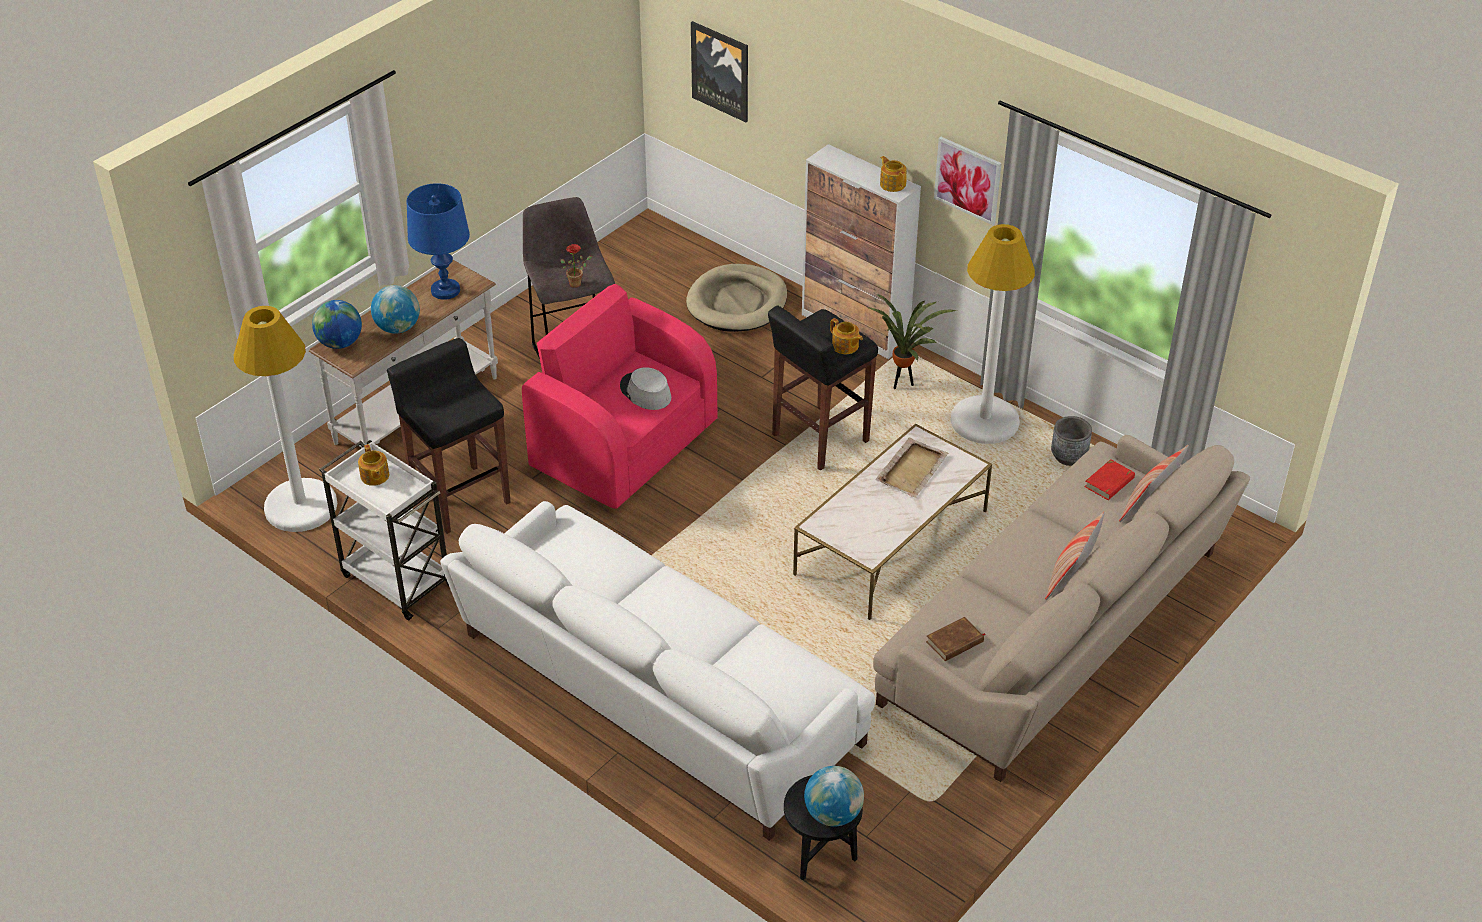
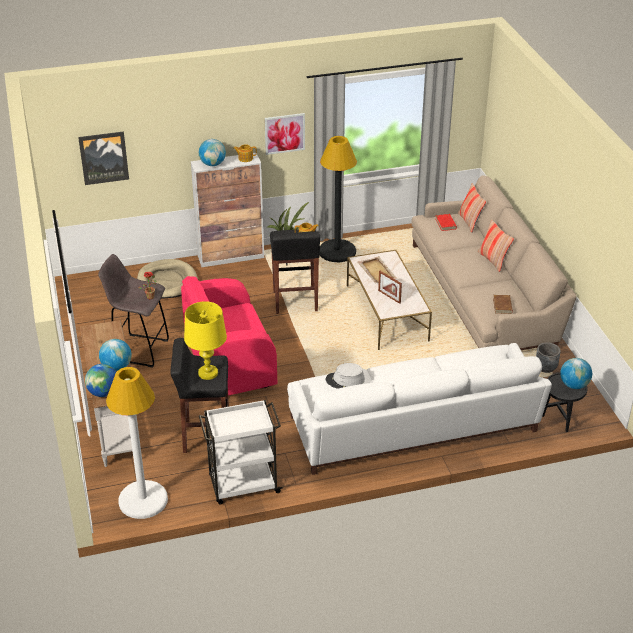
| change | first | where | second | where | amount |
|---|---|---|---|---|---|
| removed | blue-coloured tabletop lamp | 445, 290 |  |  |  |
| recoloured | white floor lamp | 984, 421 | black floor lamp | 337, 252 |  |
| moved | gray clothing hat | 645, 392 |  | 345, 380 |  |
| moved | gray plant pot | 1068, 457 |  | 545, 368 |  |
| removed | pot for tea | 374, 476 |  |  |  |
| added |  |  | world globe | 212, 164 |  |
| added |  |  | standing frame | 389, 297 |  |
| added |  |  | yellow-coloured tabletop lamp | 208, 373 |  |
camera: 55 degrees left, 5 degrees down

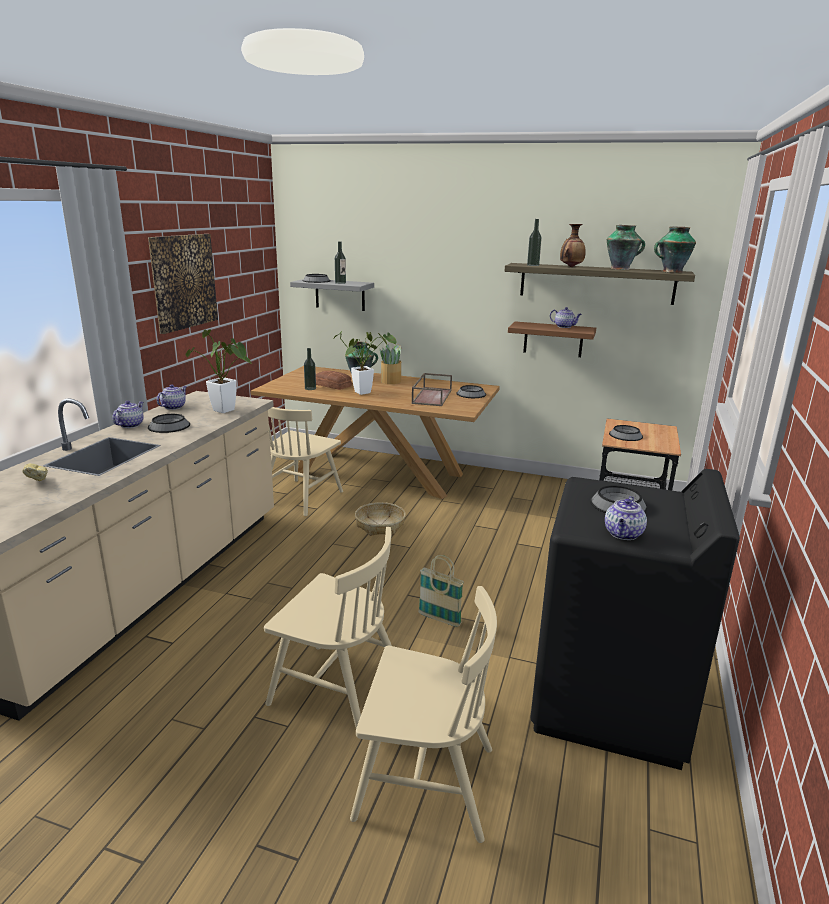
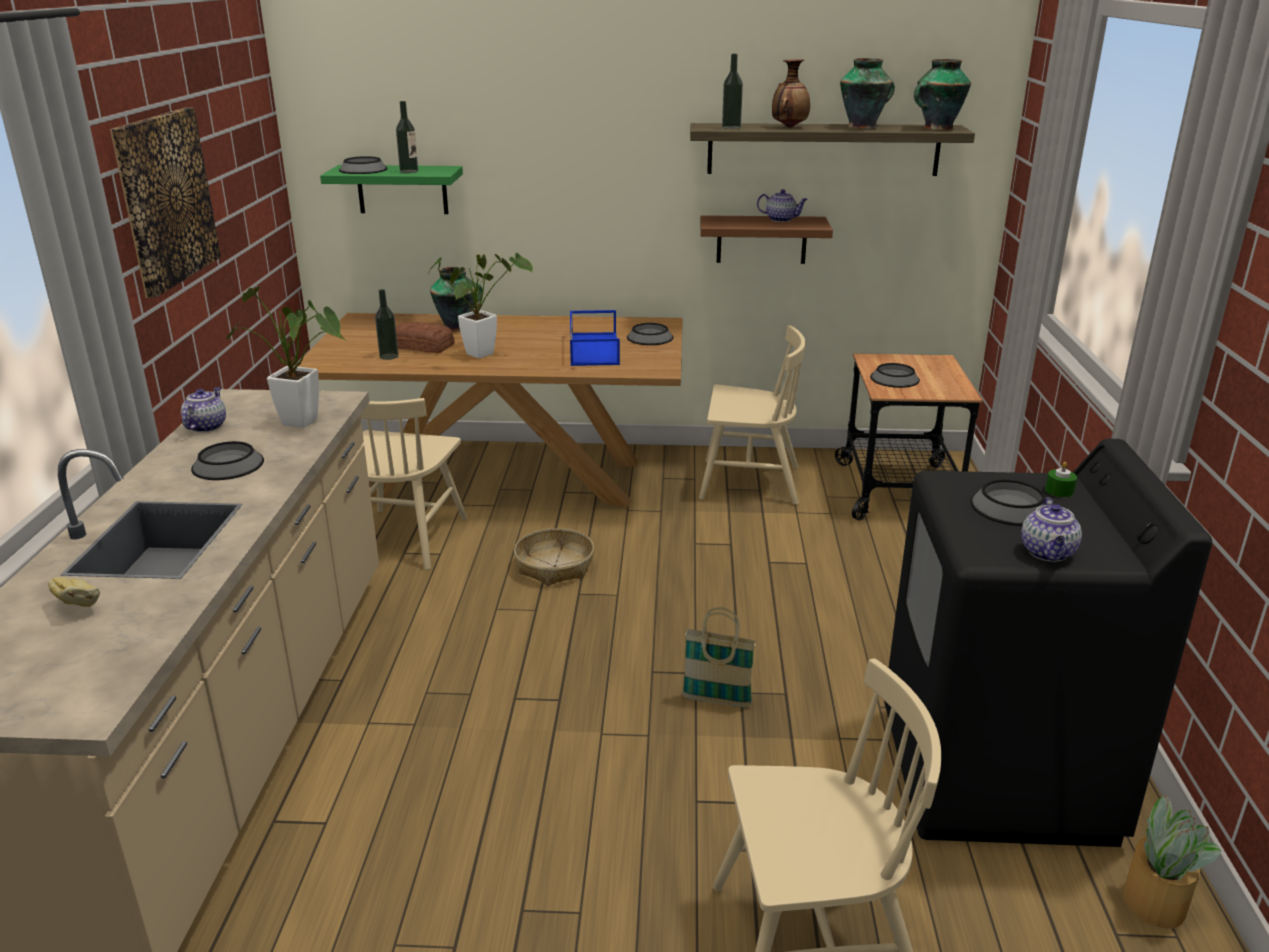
| change | first | where | second | where | amount |
|---|---|---|---|---|---|
| recoloured | gray shelf | 340, 294 | greenish shelf | 402, 189 |  |
| moved | houseplant | 391, 381 |  | 1154, 901 |  |
| recoloured | brown tray | 431, 396 | blue-coloured tray | 593, 349 |  |
| removed | pot for tea | 130, 425 |  |  |  |
| moved | beige plain chair | 336, 689 |  | 749, 482 |  |
| added |  |  | greenish wax light | 1059, 491 |  |
camera: 15 degrees left, 5 degrees up

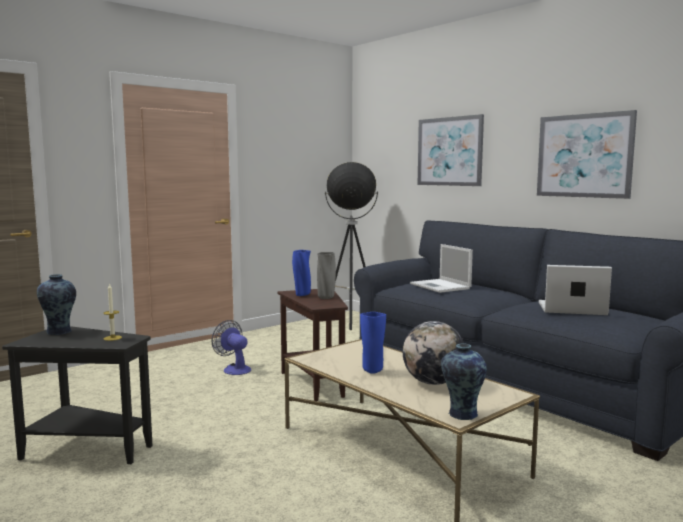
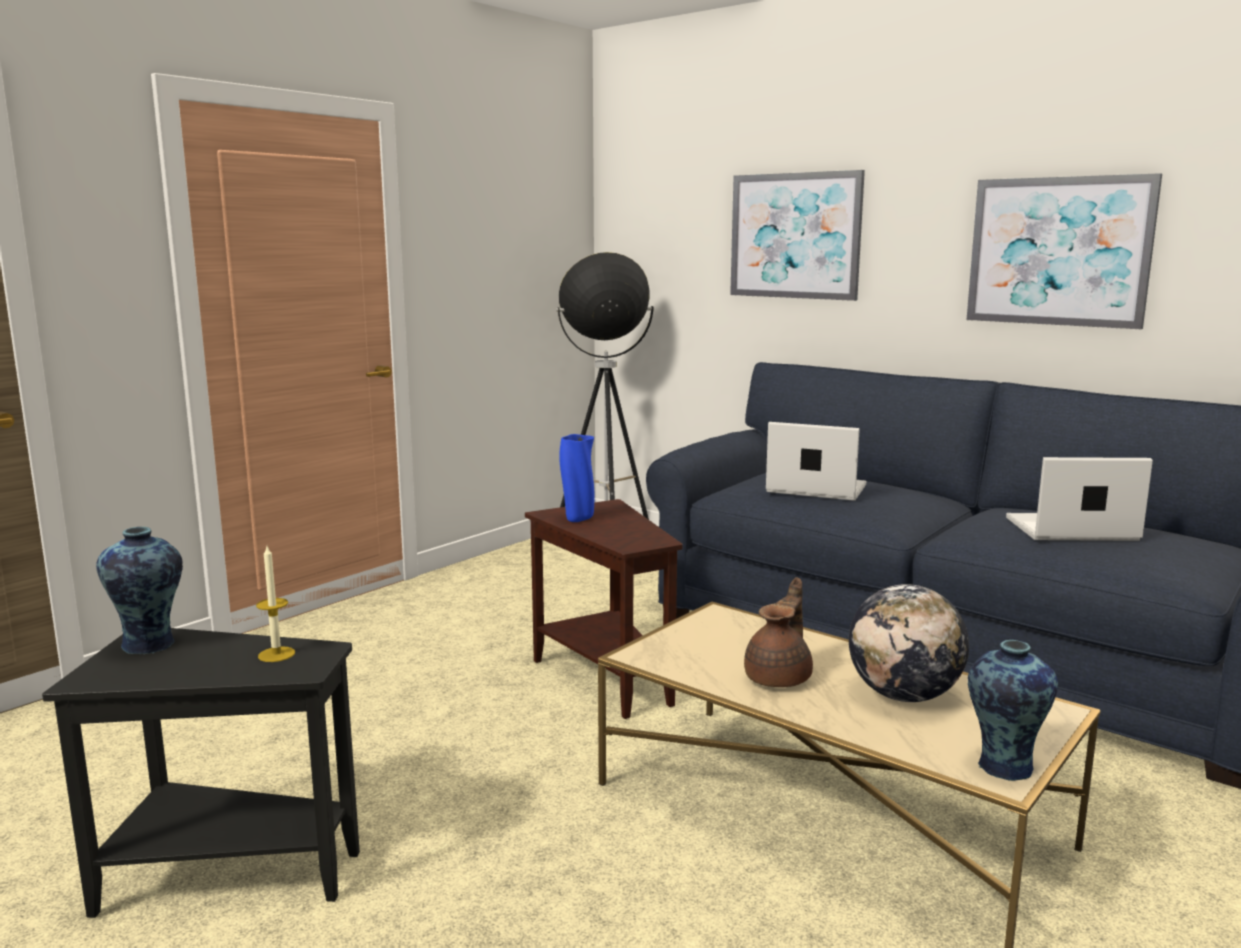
| change | first | where | second | where | amount |
|---|---|---|---|---|---|
| turned | notebook computer | 441, 286 |  | 814, 488 | 150 degrees clockwise |
| removed | gray vase | 326, 298 |  |  |  |
| replaced | blue-coloured vase | 372, 371 | brown pot for tea | 780, 678 |  |
| removed | electric fan | 234, 369 |  |  |  |
camera: 10 degrees left, 5 degrees up

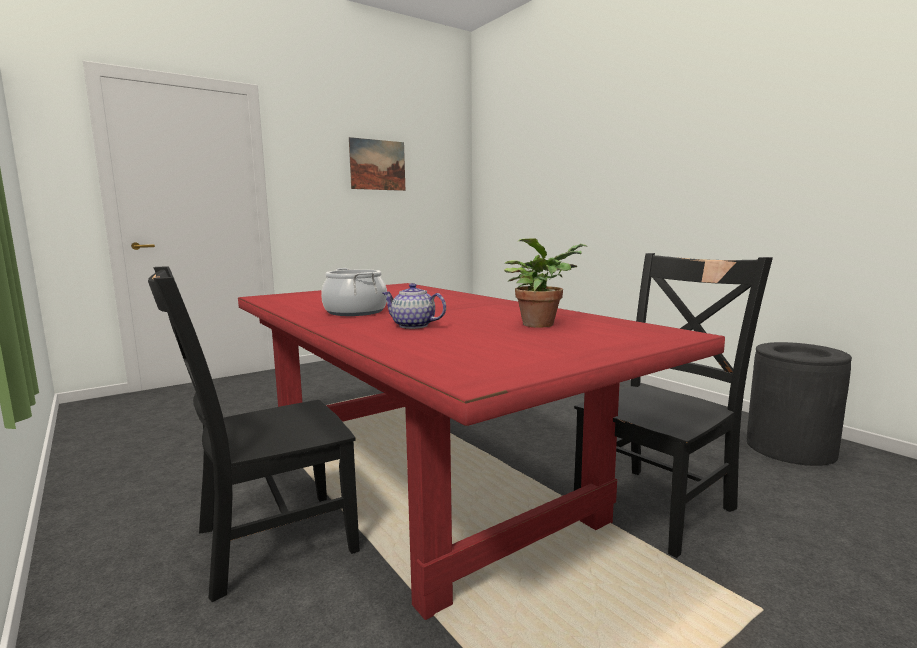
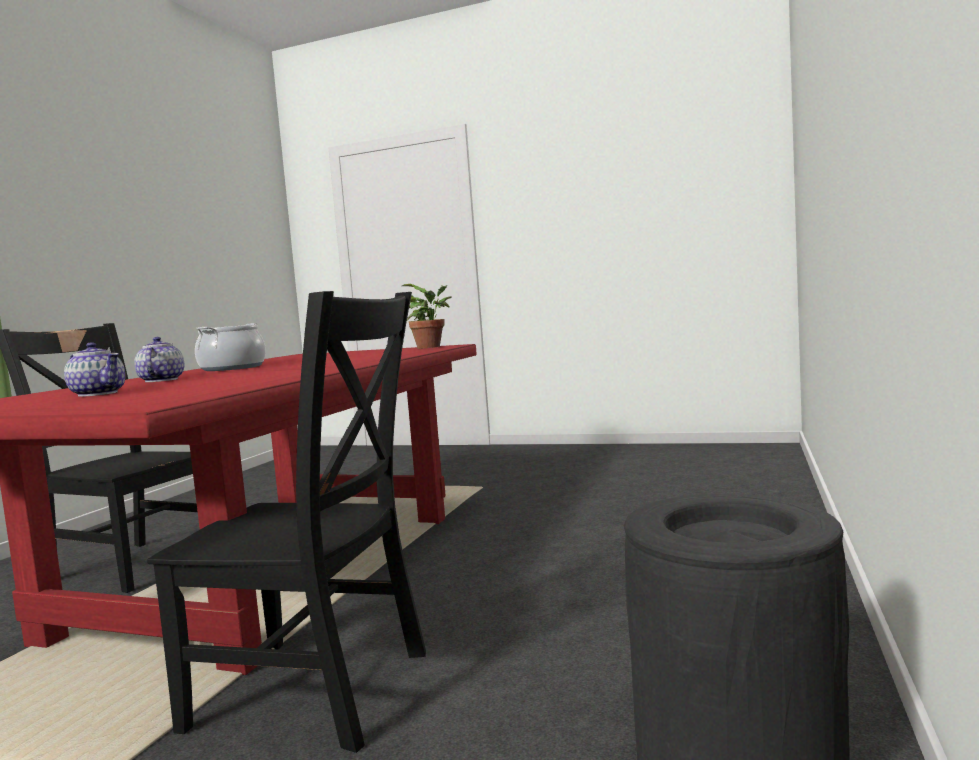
| change | first | where | second | where | amount |
|---|---|---|---|---|---|
| removed | wall art | 377, 165 |  |  |  |
| moved | houseplant | 541, 324 |  | 431, 347 |  |
| added |  |  | pot for tea | 98, 394 |  |
camera: 55 degrees right, 5 degrees down

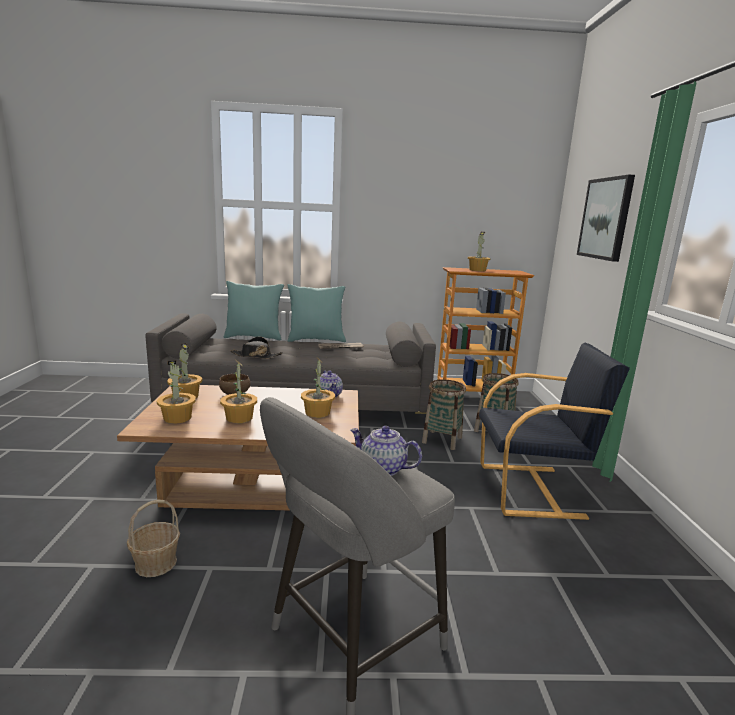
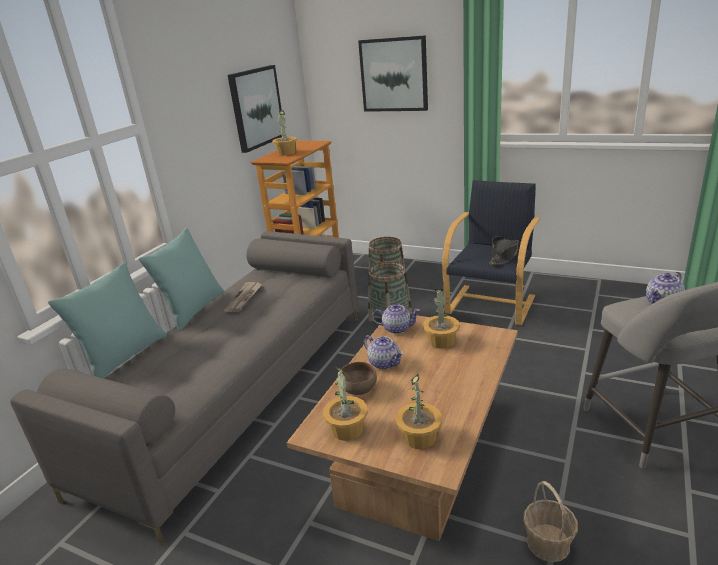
| change | first | where | second | where | amount |
|---|---|---|---|---|---|
| moved | black clothing hat | 256, 356 |  | 504, 256 |  |
| removed | houseplant | 239, 418 |  |  |  |
| added |  |  | wall art | 256, 107 |  |
| added |  |  | pot for tea | 385, 363 |  |
camera: 60 degrees left, 10 degrees up

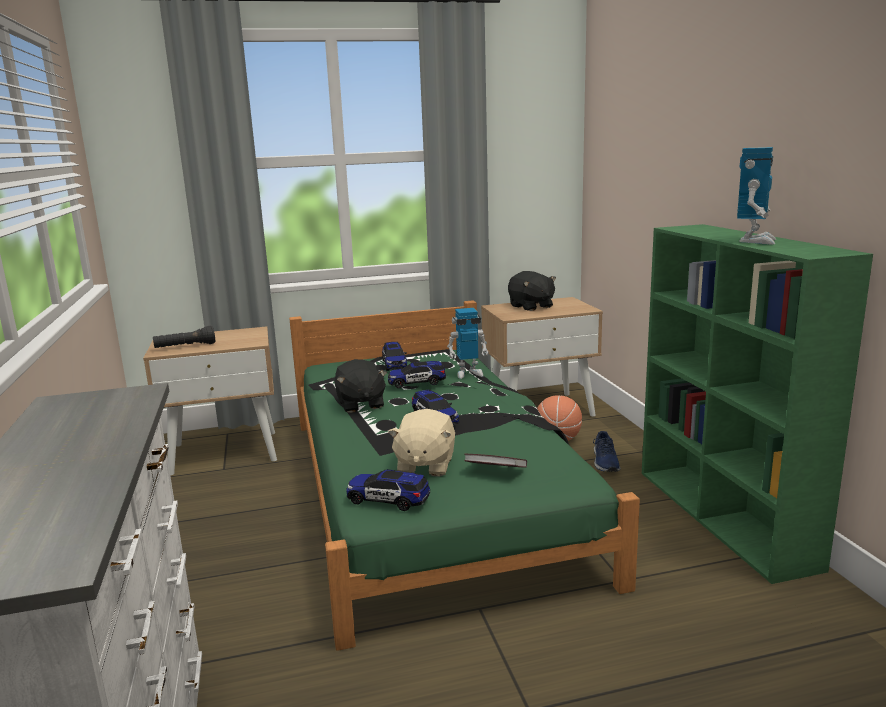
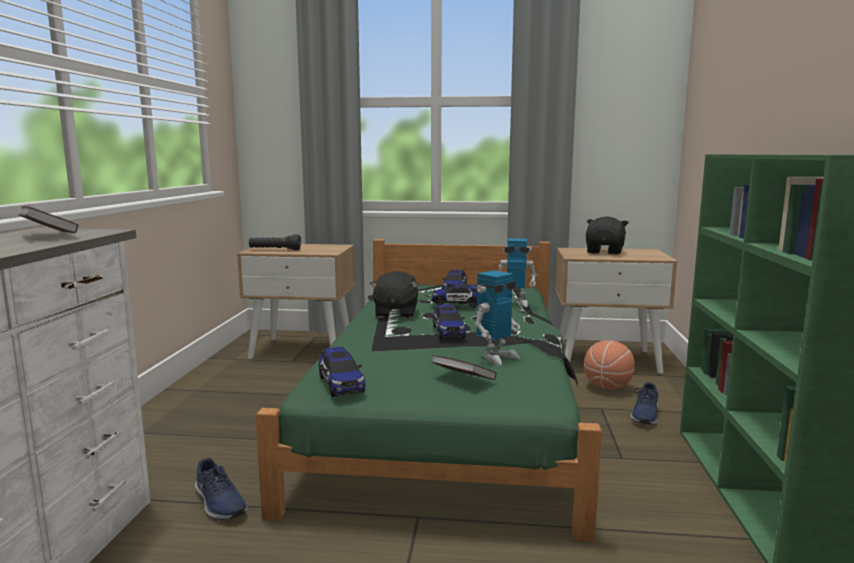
| change | first | where | second | where | amount |
|---|---|---|---|---|---|
| moved | robot figure | 754, 241 |  | 496, 357 |  |
| turned | black plush toy | 531, 306 |  | 605, 252 | 150 degrees counterclockwise |
| removed | beige plush toy | 424, 465 |  |  |  |
| turned | miniature car | 388, 500 |  | 341, 384 | 150 degrees counterclockwise |
| added |  |  | book | 49, 236 |  |
| added |  |  | blue-coloured low shoe | 219, 503 |  |
camera: 20 degrees right, 5 degrees down

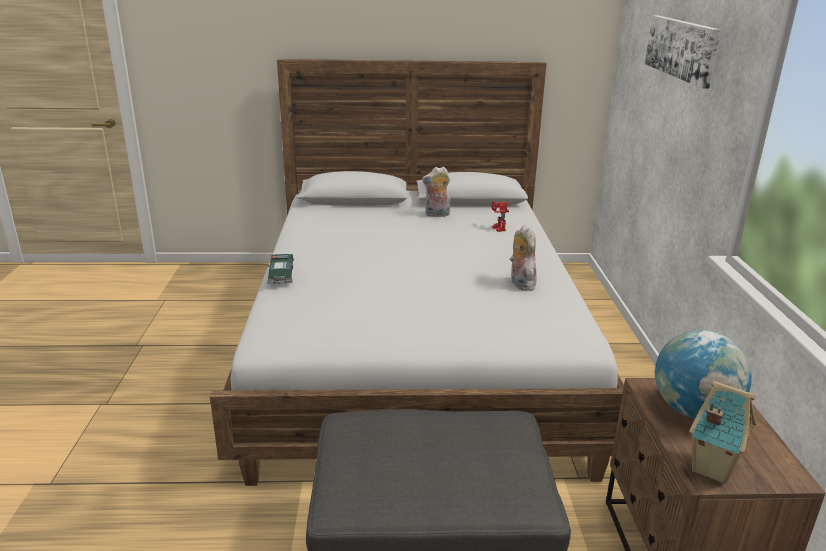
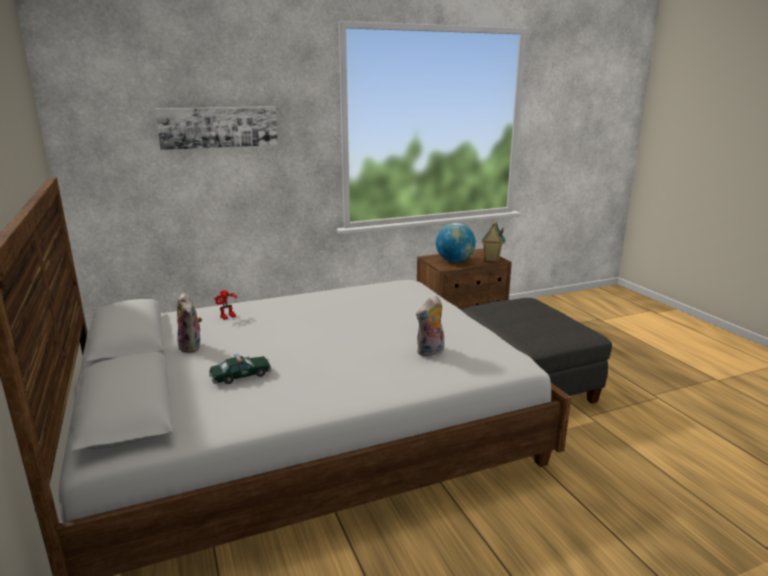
| change | first | where | second | where | amount |
|---|---|---|---|---|---|
| moved | plush toy | 520, 284 |  | 430, 352 |  |
| moved | miniature car | 281, 275 |  | 241, 376 |  |
camera: 110 degrees left, 5 degrees down

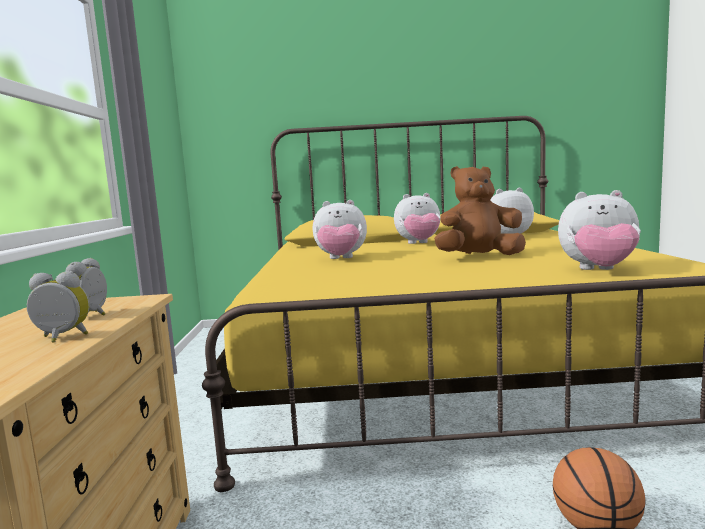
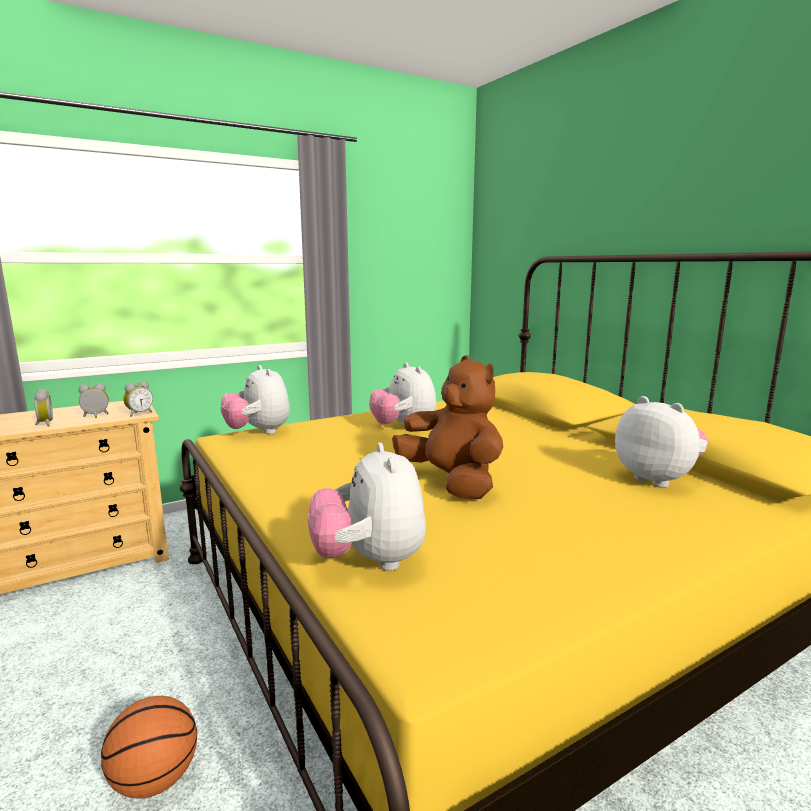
| change | first | where | second | where | amount |
|---|---|---|---|---|---|
| moved | plush toy | 419, 243 |  | 258, 432 |  |
| added |  |  | bedside clock | 139, 413 |  |
camera: 60 degrees right, 5 degrees up

